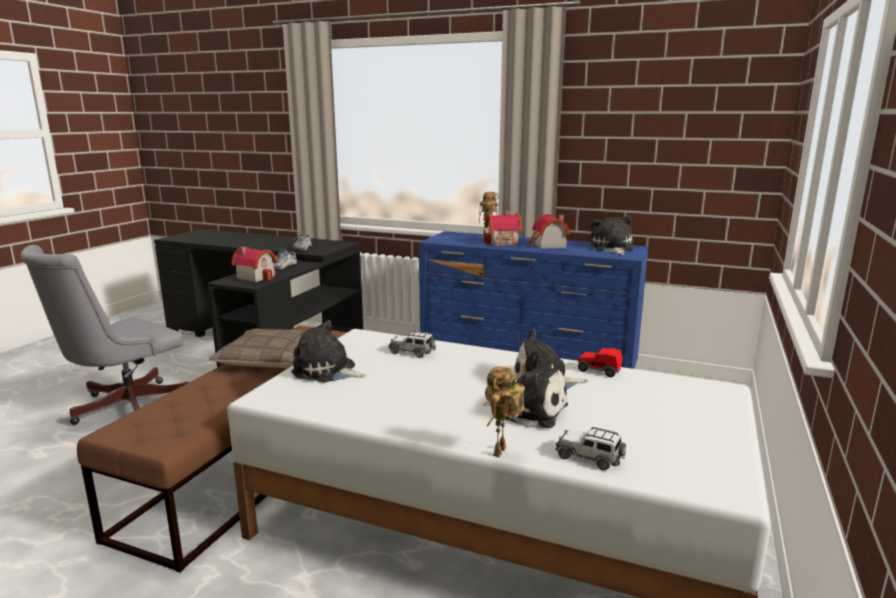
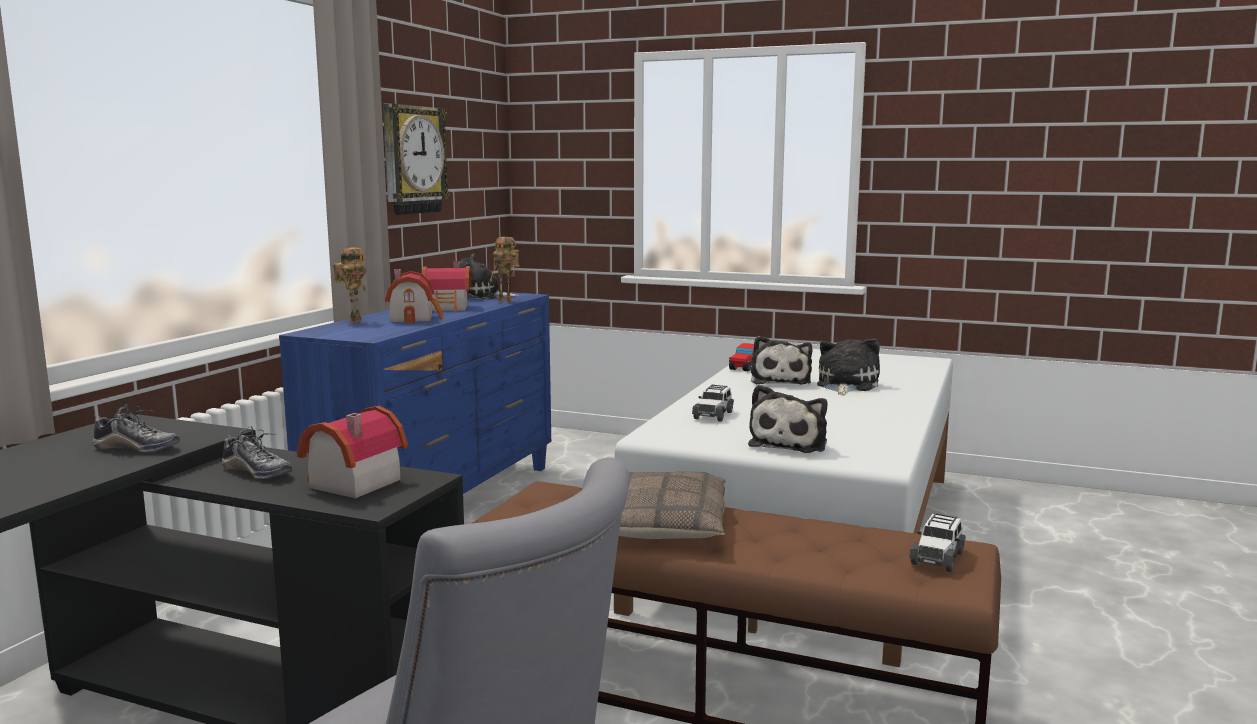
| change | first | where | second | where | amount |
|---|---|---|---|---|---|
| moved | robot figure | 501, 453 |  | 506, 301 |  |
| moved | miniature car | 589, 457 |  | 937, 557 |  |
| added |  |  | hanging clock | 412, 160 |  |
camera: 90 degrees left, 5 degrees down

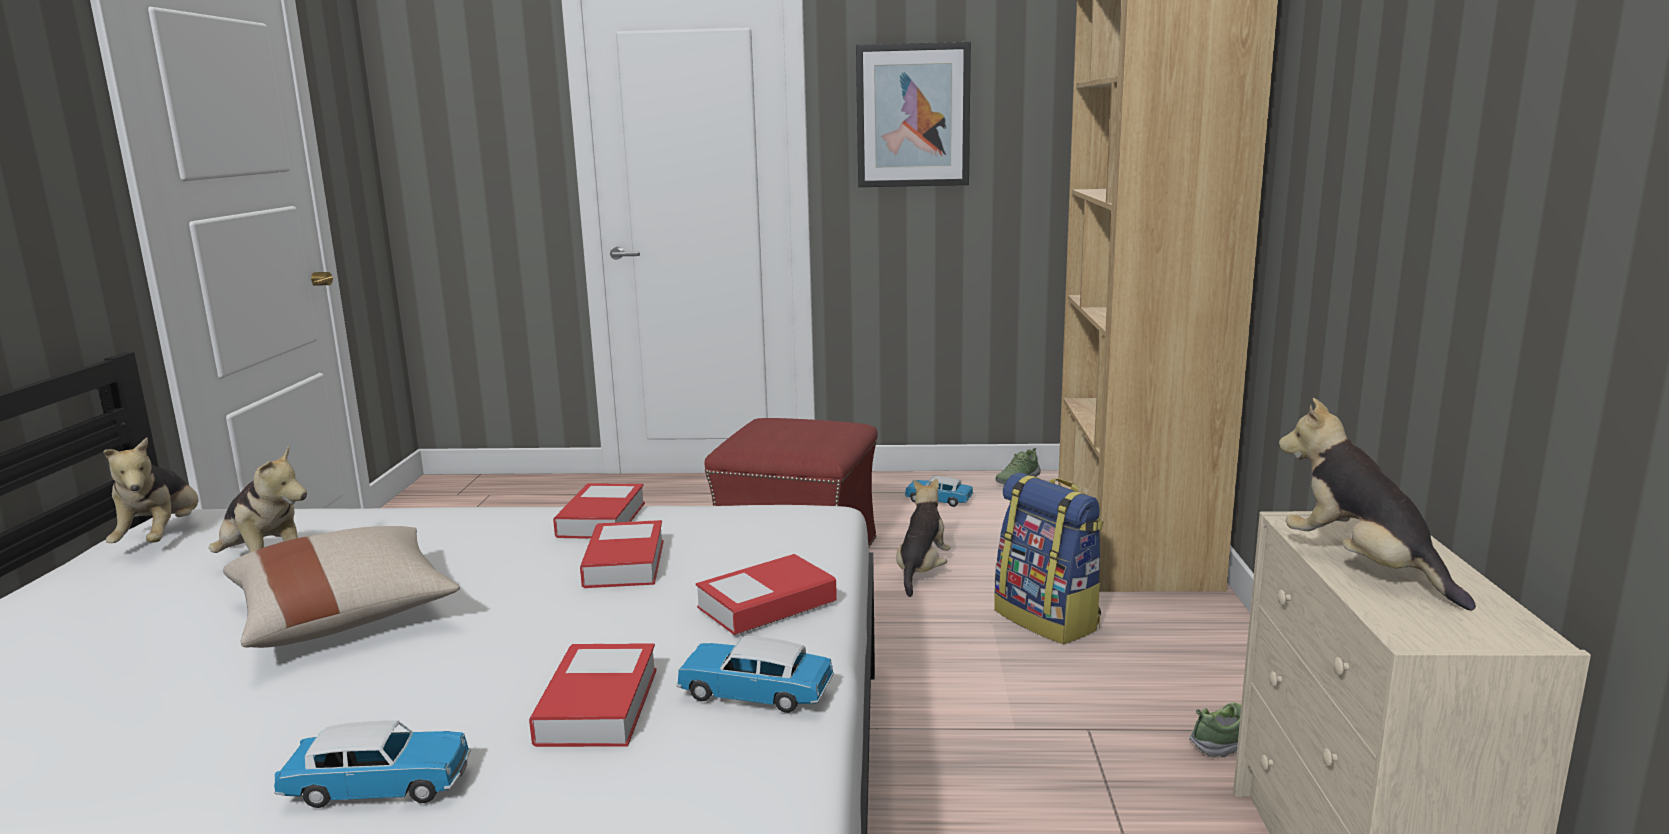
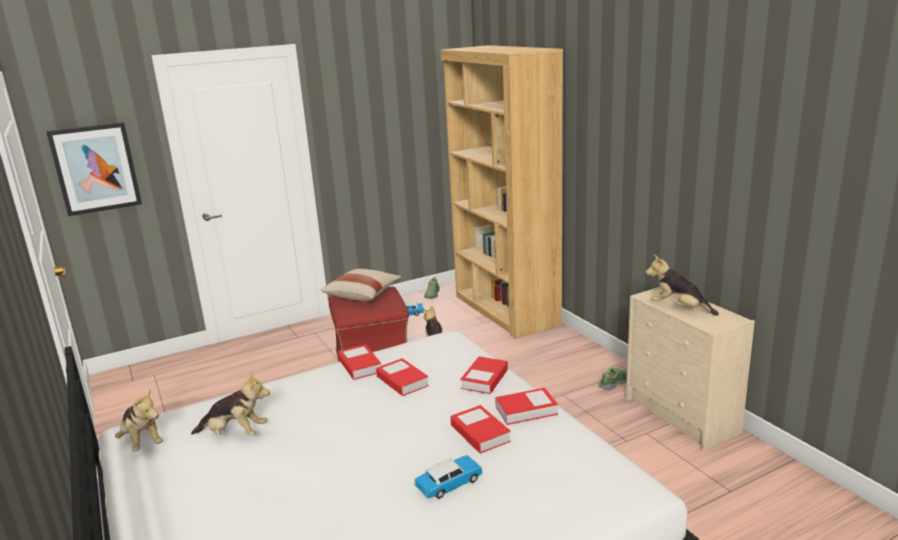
| change | first | where | second | where | amount |
|---|---|---|---|---|---|
| moved | wall art | 913, 116 |  | 96, 168 |  |
| removed | knapsack | 1048, 619 |  |  |  |
| moved | beige throw pillow | 344, 616 |  | 363, 295 |  |
| replaced | miniature car | 754, 693 | book | 526, 410 |  |
camera: 30 degrees left, 5 degrees up

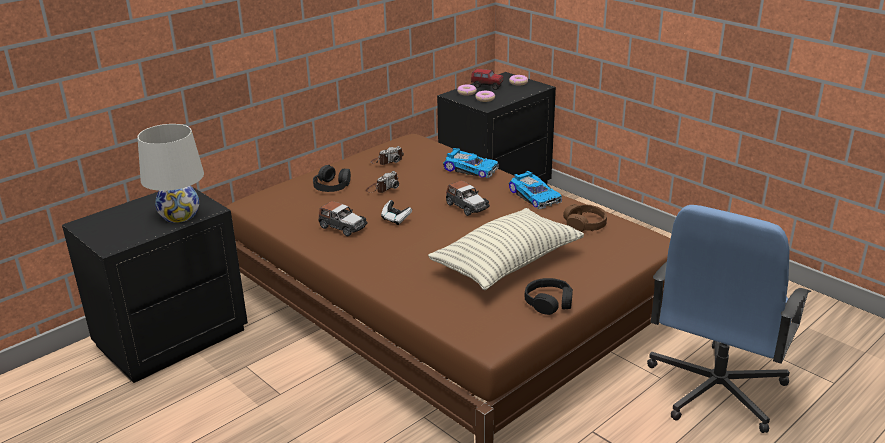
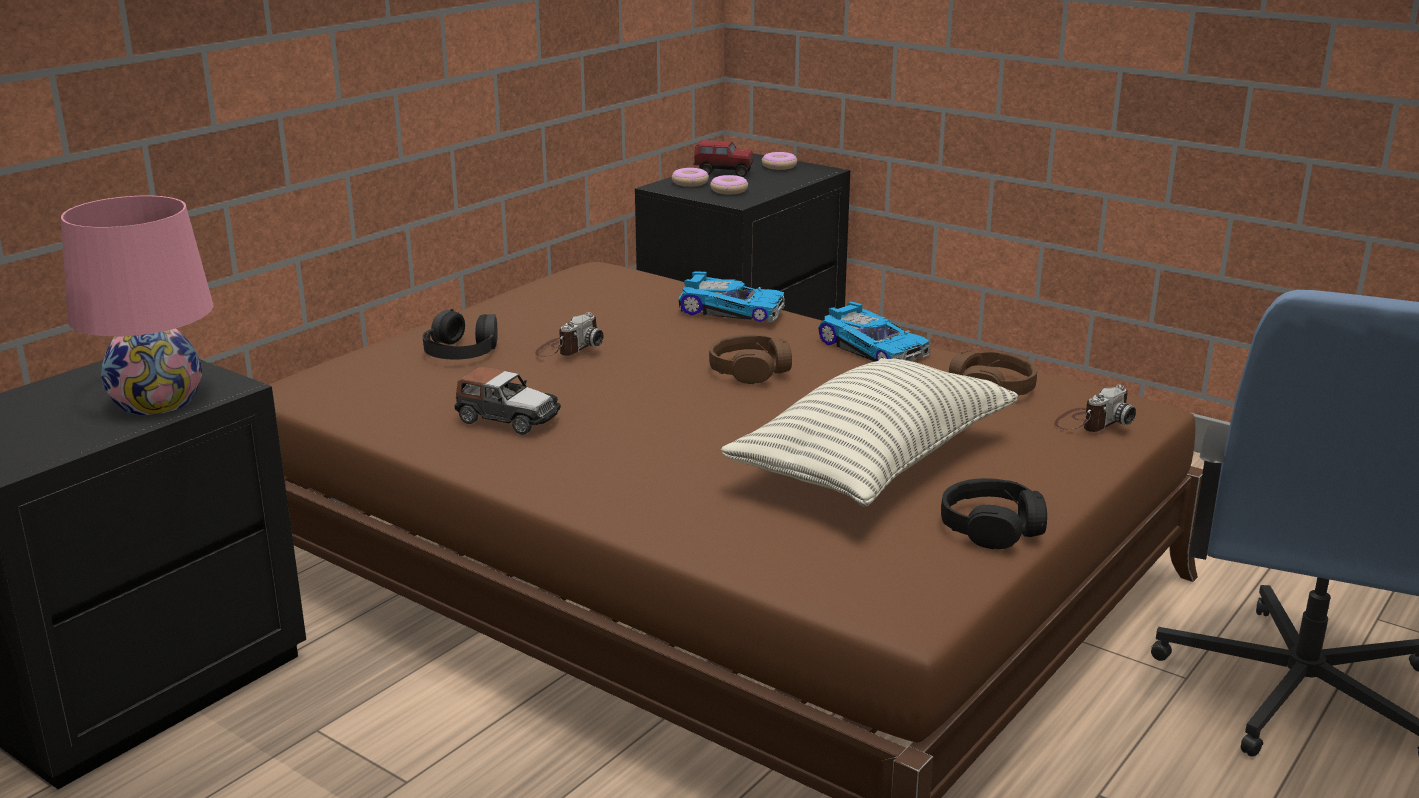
| change | first | where | second | where | amount |
|---|---|---|---|---|---|
| recoloured | white tabletop lamp | 179, 215 | pink tabletop lamp | 156, 401 |  |
| moved | photo camera | 387, 161 |  | 1091, 422 |  |
| replaced | miniature car | 467, 206 | brown pair of headphones | 749, 370 |  |
| removed | joypad | 395, 219 |  |  |  |
camera: 10 degrees left, 5 degrees down

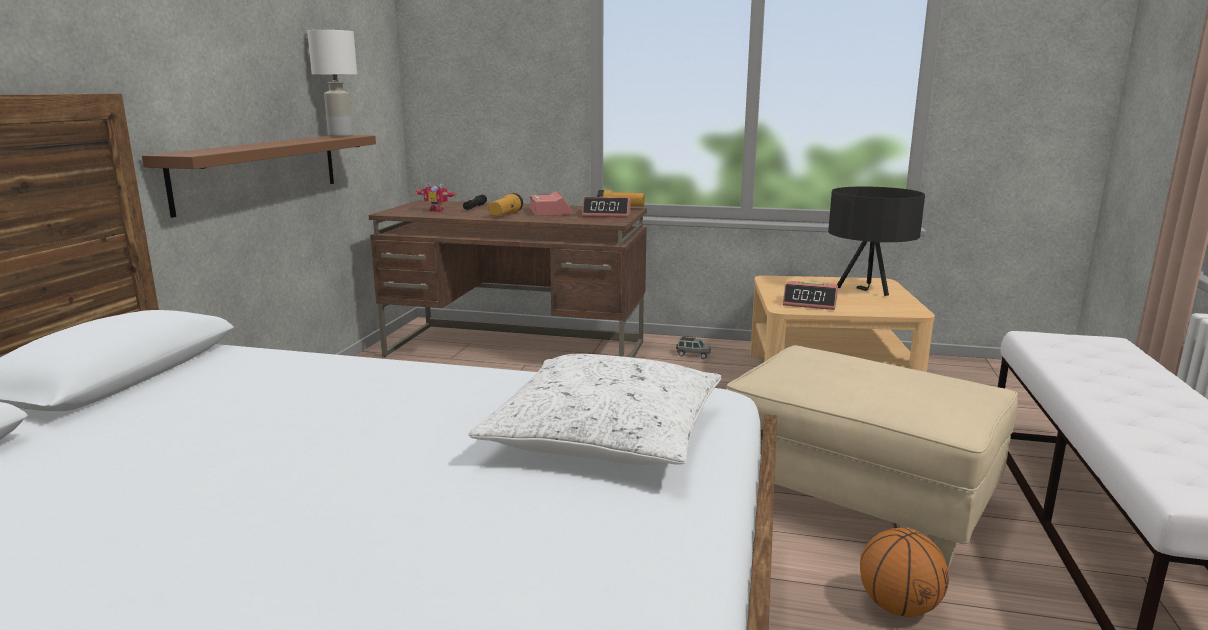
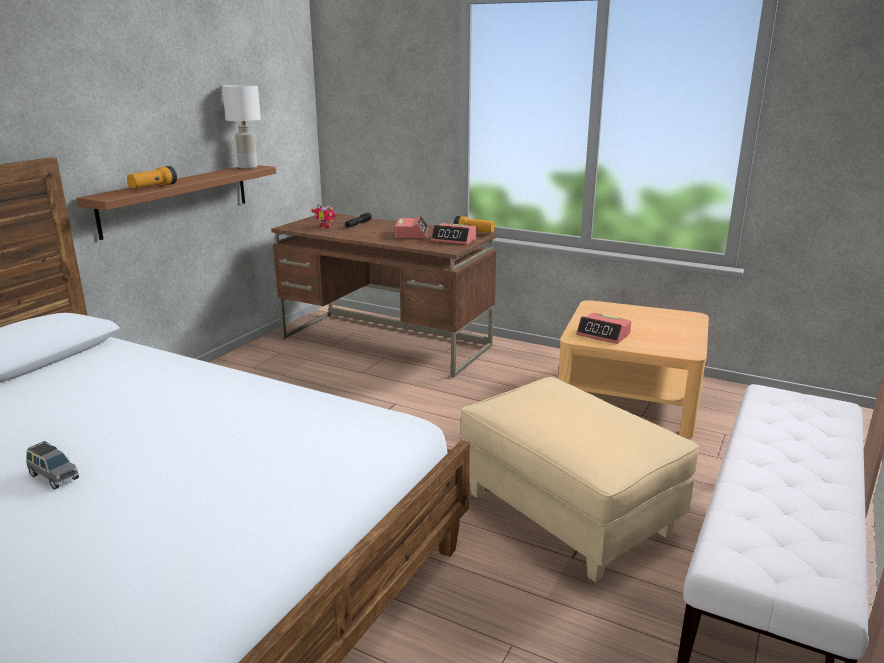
| change | first | where | second | where | amount |
|---|---|---|---|---|---|
| removed | black tabletop lamp | 867, 291 |  |  |  |
| moved | flashlight | 505, 215 |  | 153, 187 |  |
| moved | gray miniature car | 693, 355 |  | 53, 477 |  |
| removed | white throw pillow | 605, 434 |  |  |  |
| removed | ball for basketball | 898, 607 |  |  |  |
camera: 15 degrees right, 5 degrees up

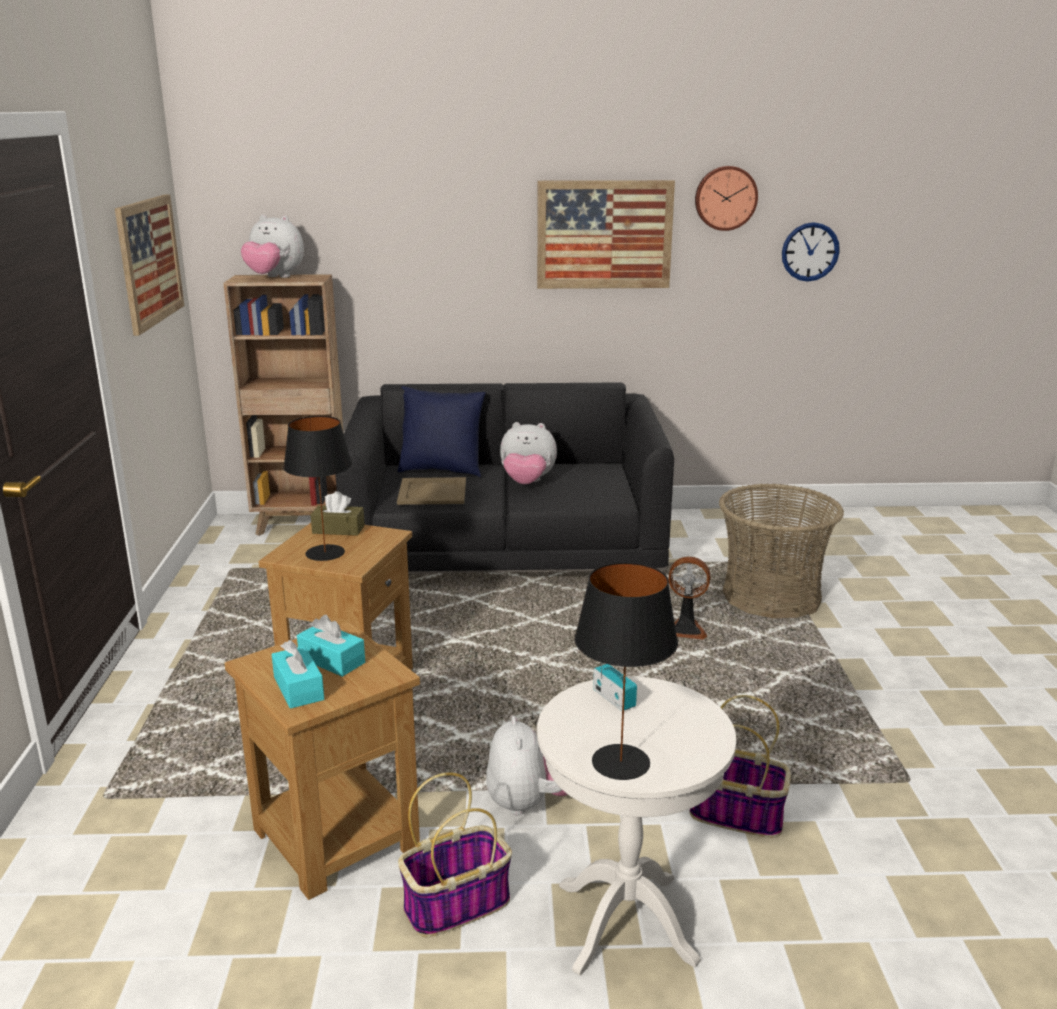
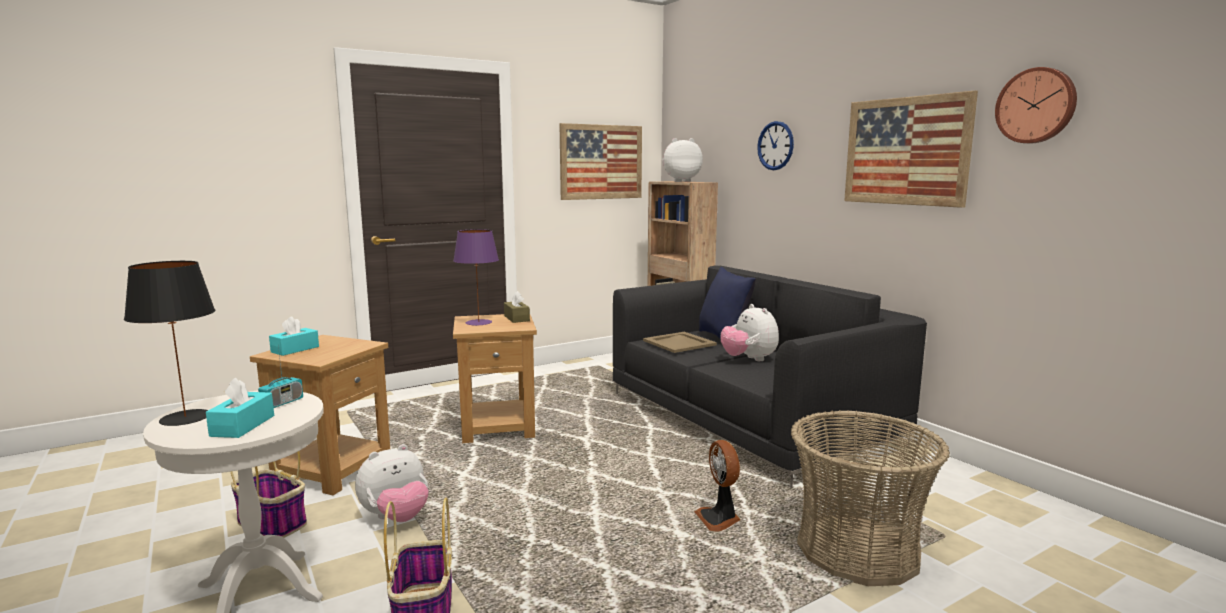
| change | first | where | second | where | amount |
|---|---|---|---|---|---|
| turned | plush toy | 274, 278 |  | 680, 181 | 90 degrees clockwise |
| moved | hanging clock | 810, 252 |  | 775, 145 |  |
| recoloured | black tabletop lamp | 325, 553 | purplish tabletop lamp | 478, 322 |  |
| moved | blue-green box of tissues | 332, 660 |  | 243, 426 |  |
camera: 60 degrees right, 10 degrees down

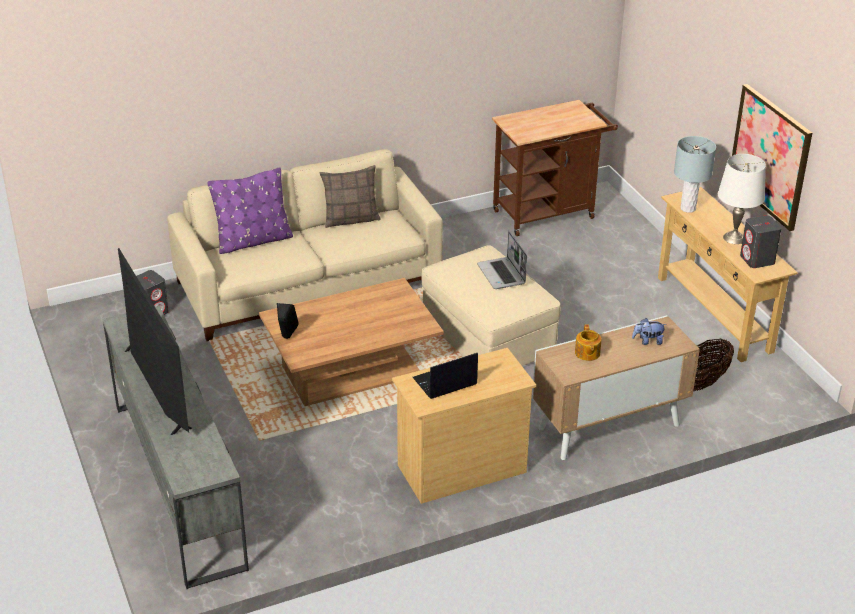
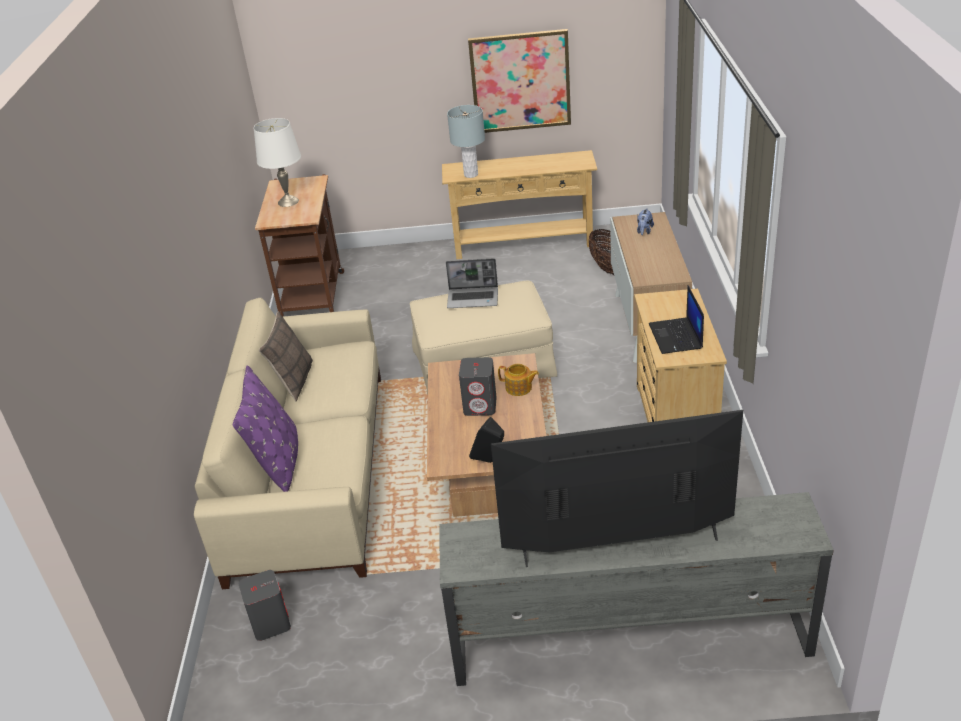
| change | first | where | second | where | amount |
|---|---|---|---|---|---|
| moved | white tabletop lamp | 734, 238 |  | 288, 201 |  |
| moved | gray audio speaker | 757, 260 |  | 480, 406 |  |
| moved | pot for tea | 587, 353 |  | 519, 388 |  |
camera: 65 degrees left, 0 degrees up

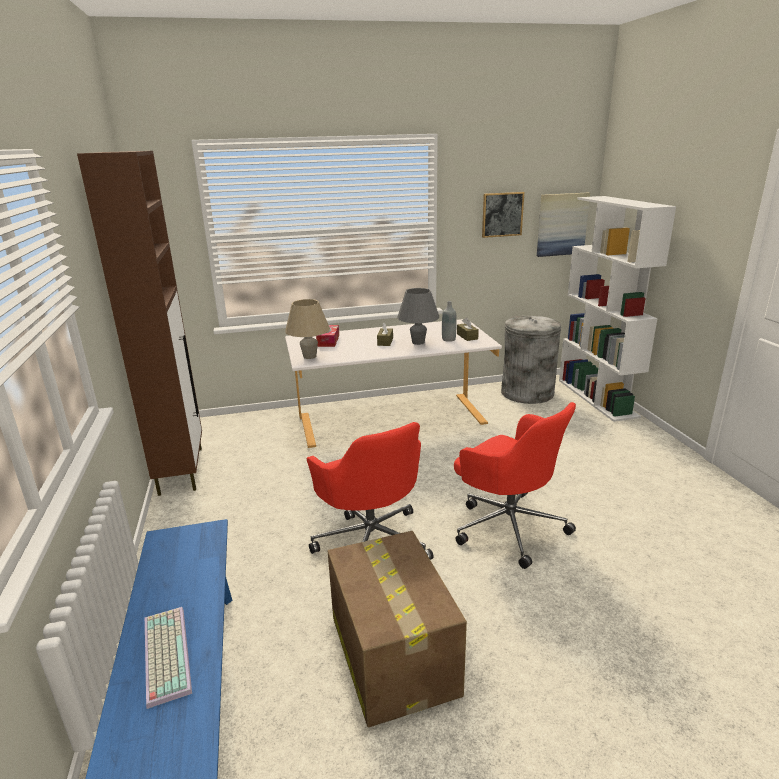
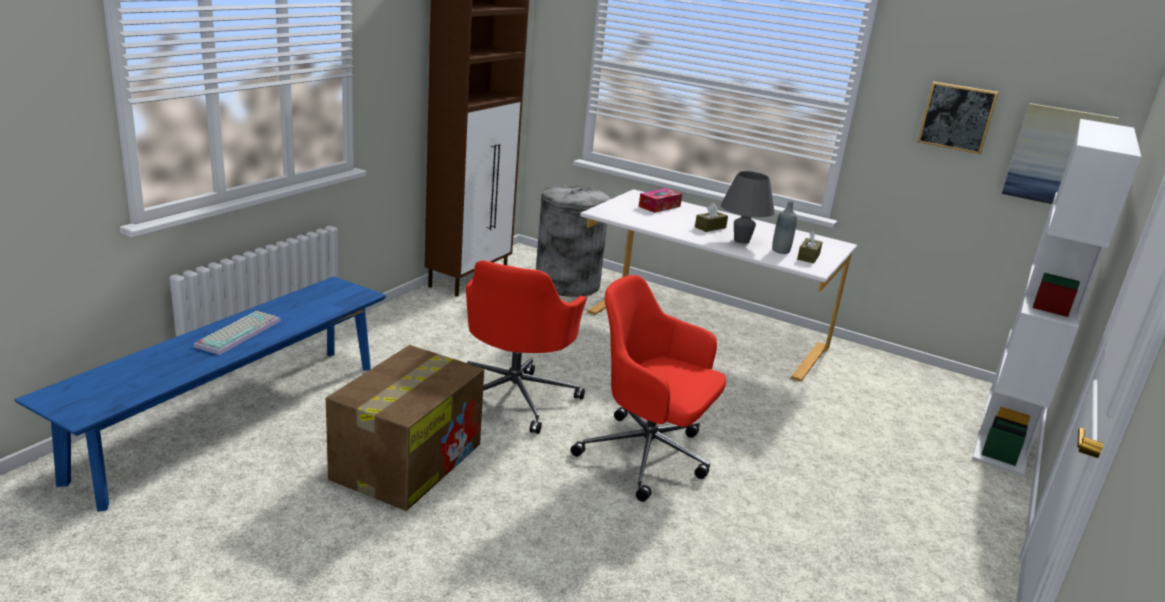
| change | first | where | second | where | amount |
|---|---|---|---|---|---|
| removed | beige tabletop lamp | 309, 356 |  |  |  |
| moved | gray trash can | 527, 393 |  | 567, 283 |  |
| turned | red-coloured desk chair | 508, 526 |  | 648, 456 | 120 degrees clockwise |
camera: 40 degrees right, 0 degrees up

